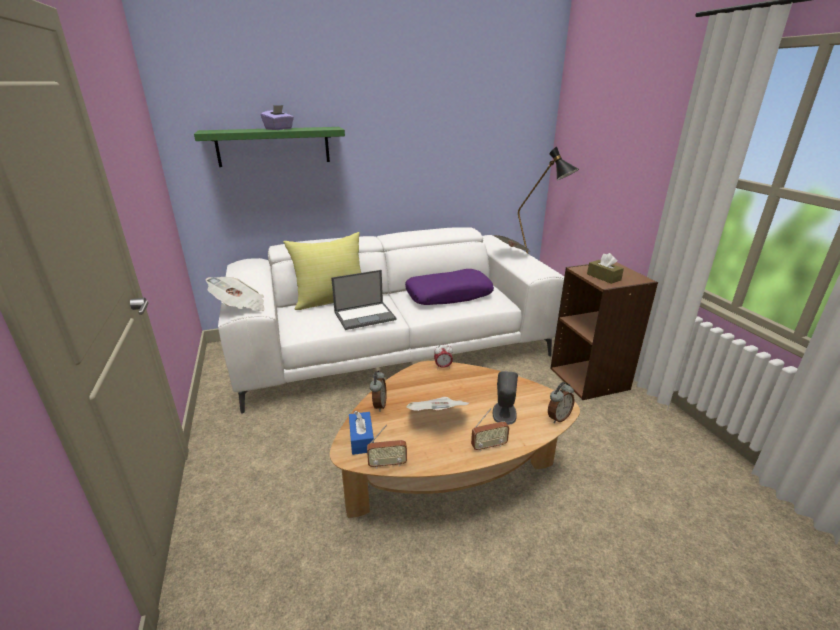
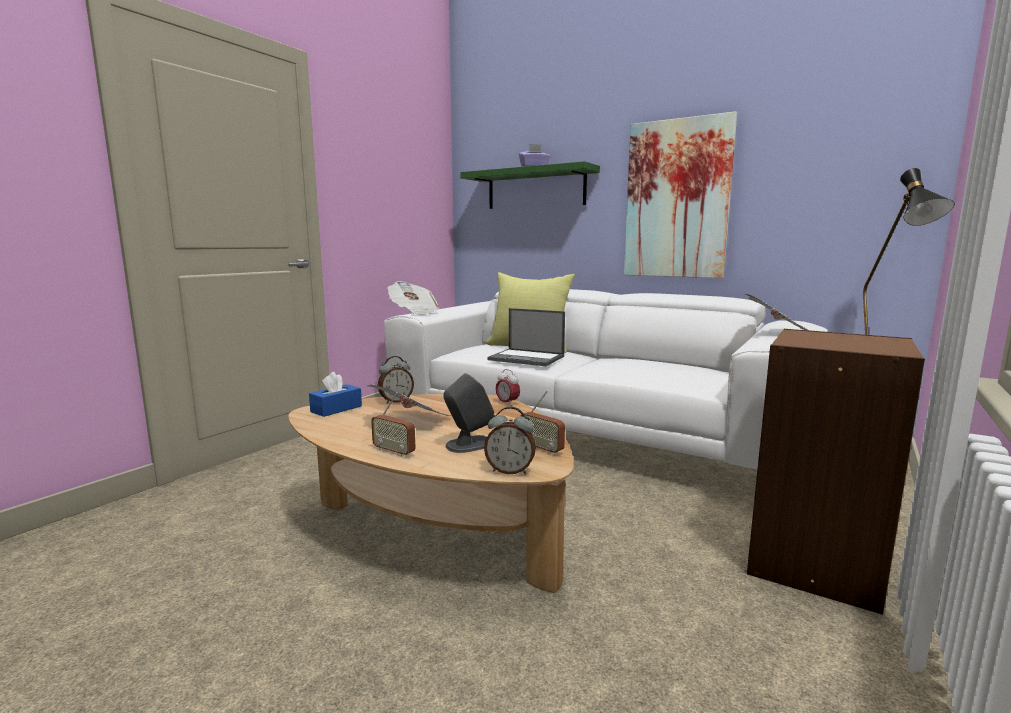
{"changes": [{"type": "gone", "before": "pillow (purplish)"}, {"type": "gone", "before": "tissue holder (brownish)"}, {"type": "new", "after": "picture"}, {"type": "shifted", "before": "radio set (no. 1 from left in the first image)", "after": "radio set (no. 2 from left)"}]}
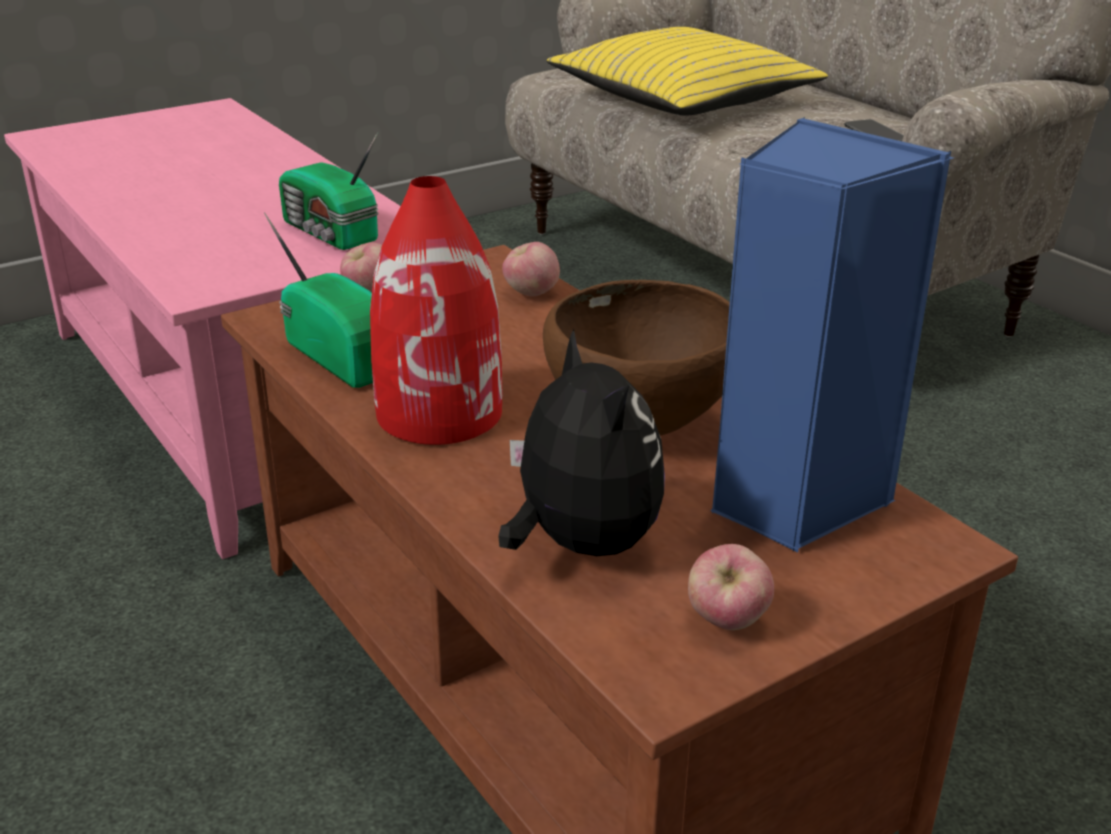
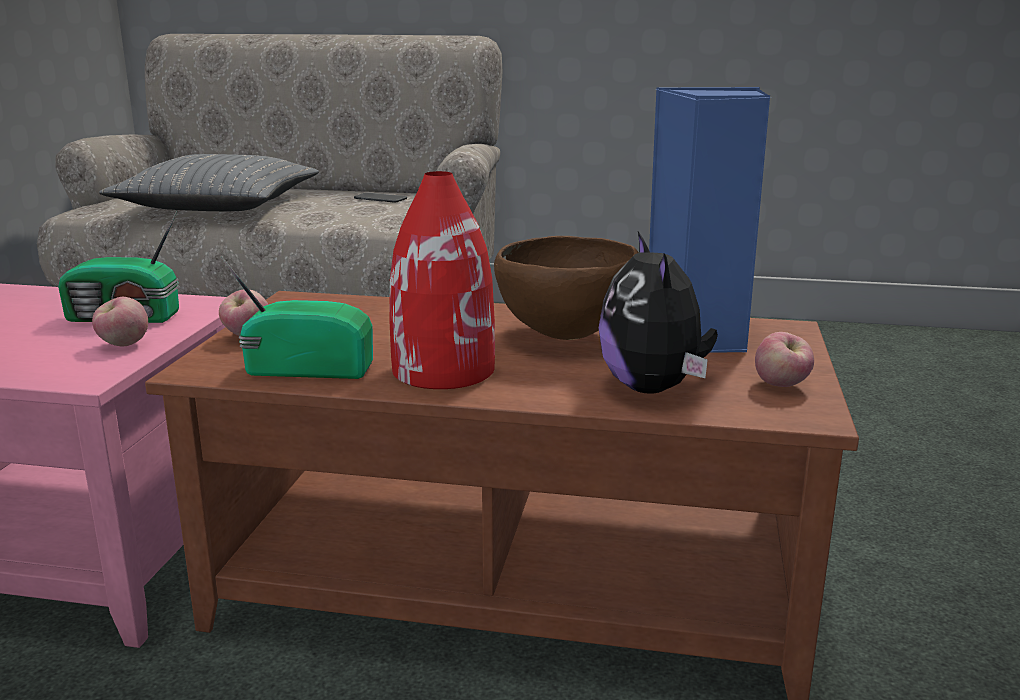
{"changes": [{"type": "shifted", "before": "apple (no. 2 from left in the first image)", "after": "apple (no. 1 from left)"}, {"type": "repainted", "before": "pillow (yellowish)", "after": "pillow (greyish)"}, {"type": "rotated", "before": "soft toy", "turn": -120}]}
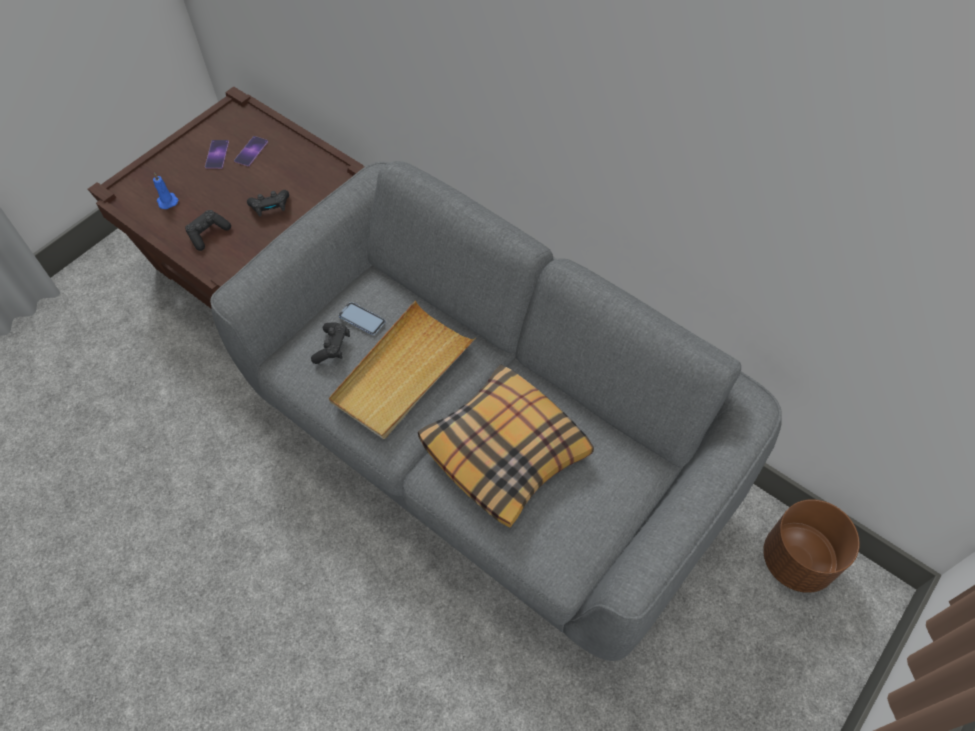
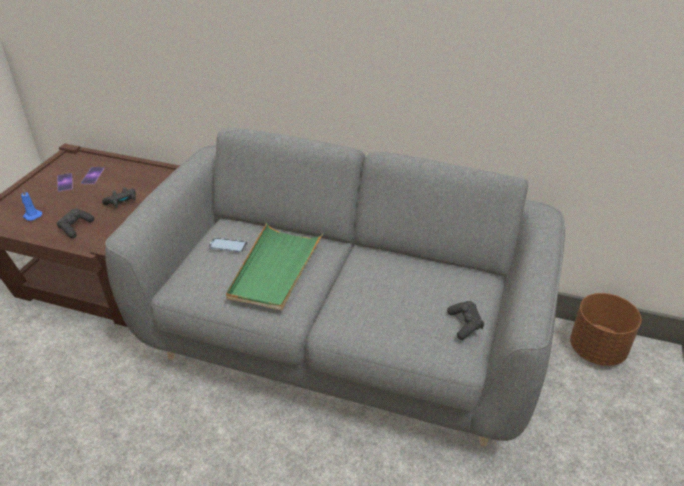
{"changes": [{"type": "gone", "before": "pillow"}, {"type": "shifted", "before": "game controller (black-coloured) (no. 3 from left)"}, {"type": "repainted", "before": "serving tray (beige)", "after": "serving tray (green-coloured)"}]}
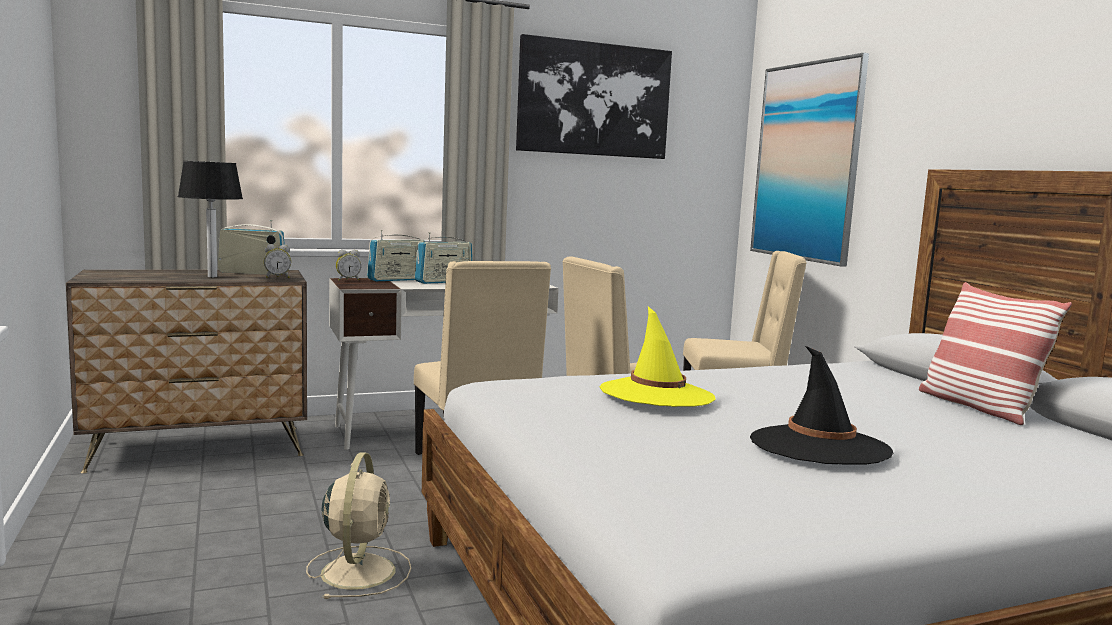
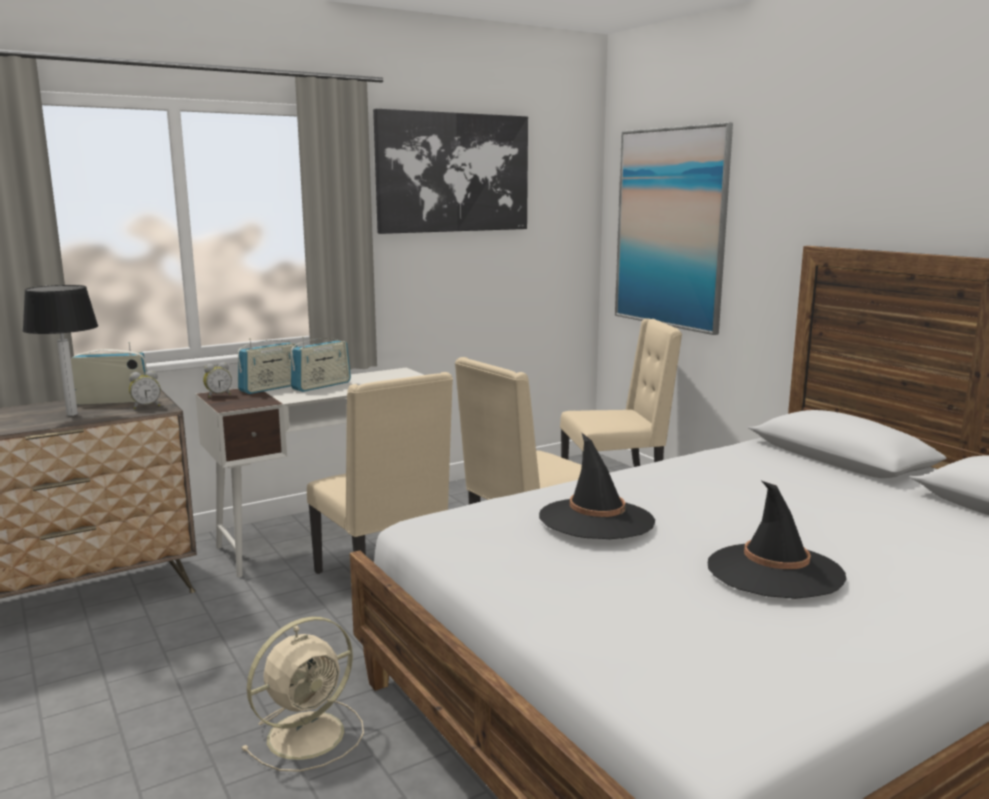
{"changes": [{"type": "gone", "before": "pillow"}, {"type": "repainted", "before": "hat (yellowish)", "after": "hat (black-coloured) (no. 1 from left)"}, {"type": "rotated", "before": "electric fan (beige)", "turn": 60}]}
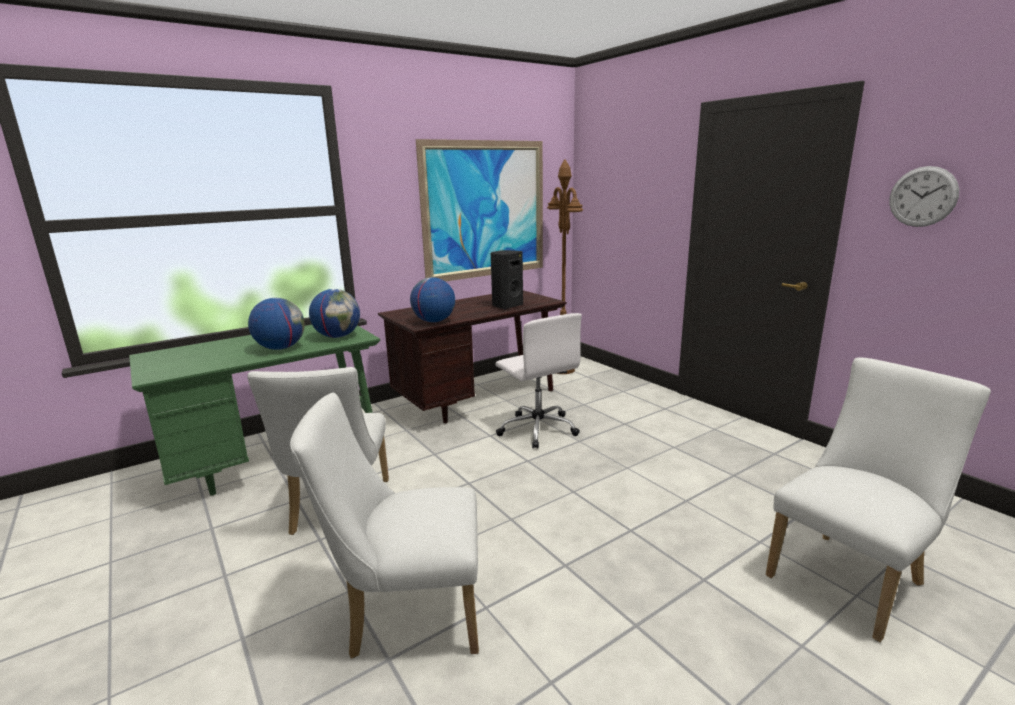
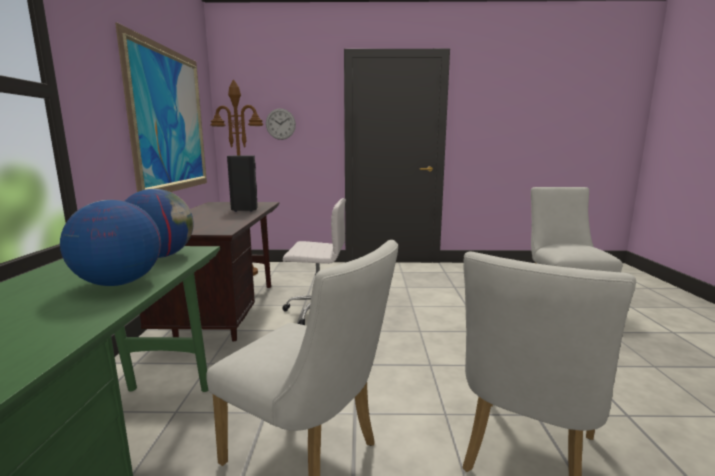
{"changes": [{"type": "gone", "before": "world globe (no. 3 from left)"}, {"type": "shifted", "before": "hanging clock"}]}
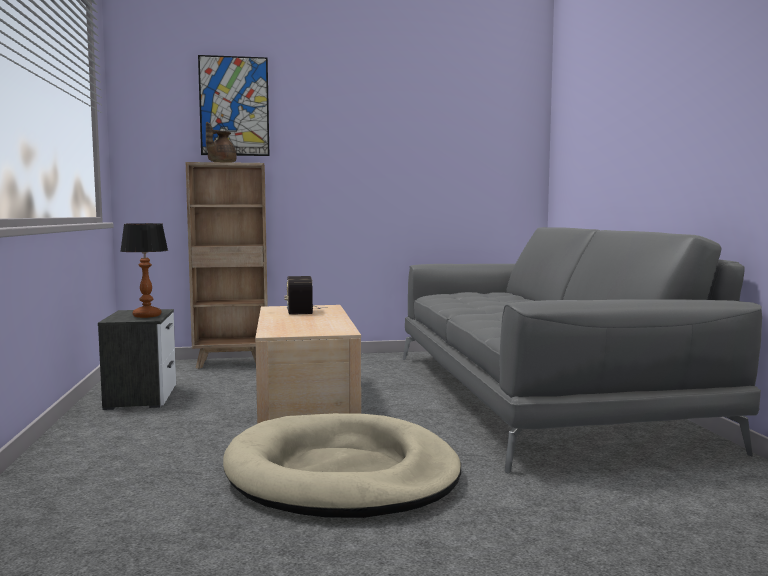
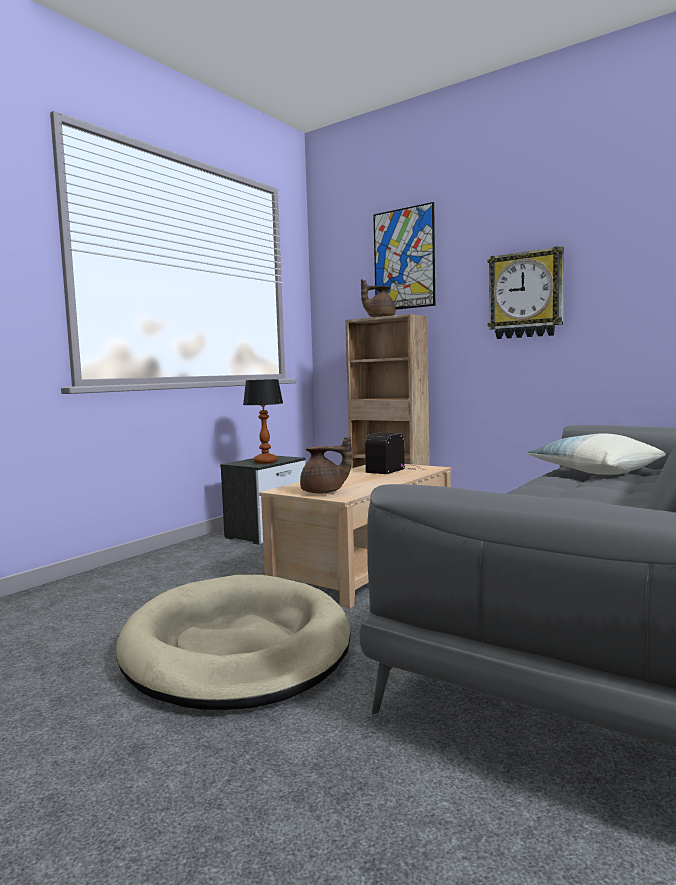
{"changes": [{"type": "new", "after": "tea pot (brownish) (no. 1 from left)"}, {"type": "new", "after": "hanging clock"}, {"type": "new", "after": "pillow"}]}
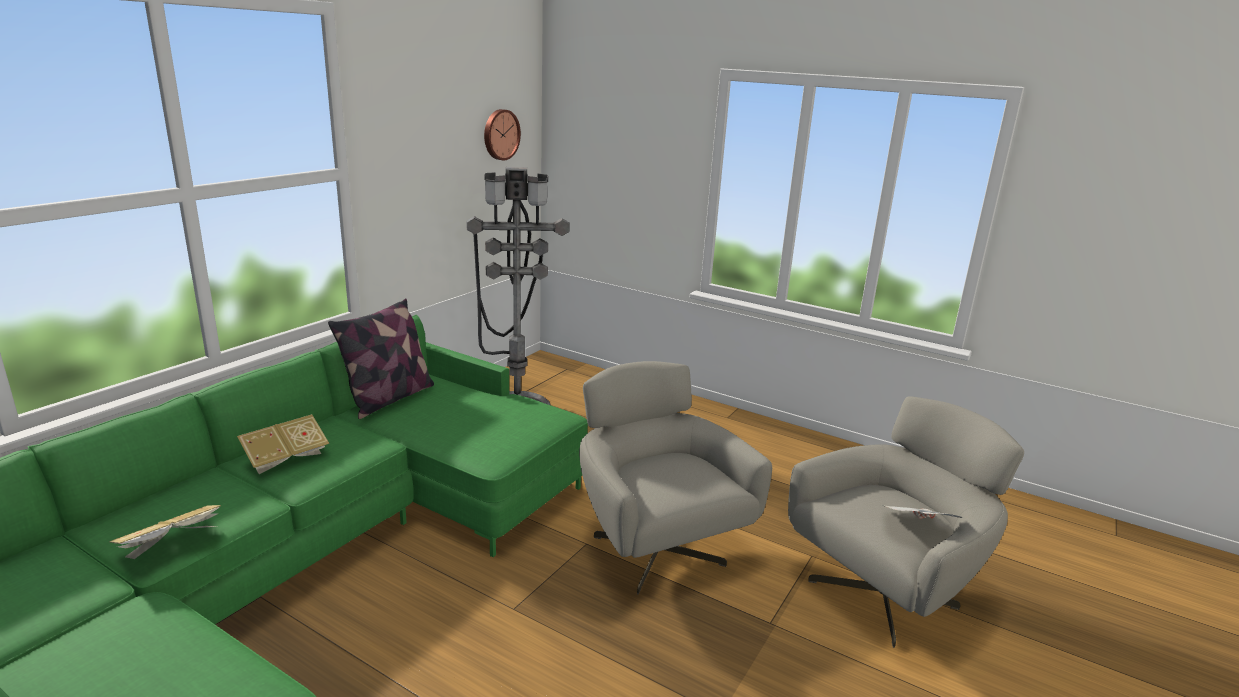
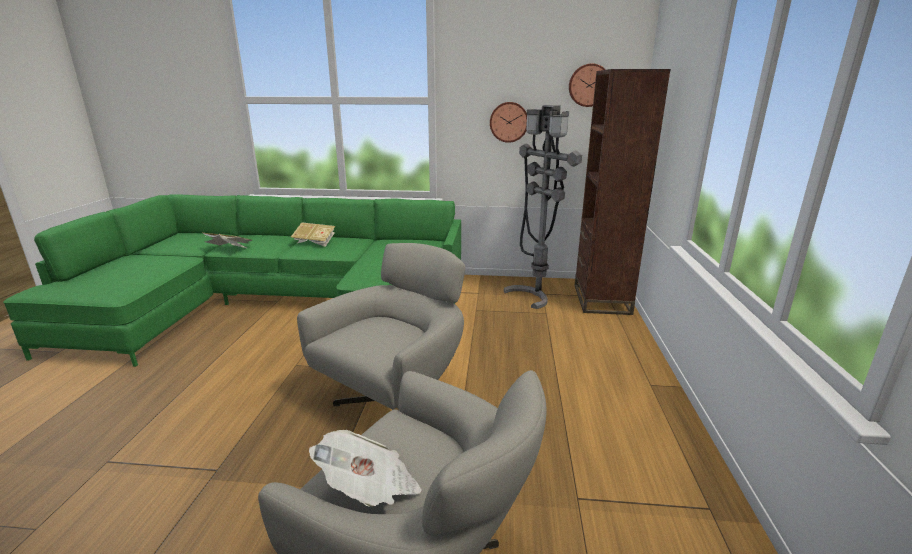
{"changes": [{"type": "gone", "before": "pillow"}, {"type": "new", "after": "hanging clock (no. 1 from left)"}, {"type": "new", "after": "shelving unit (brownish)"}]}
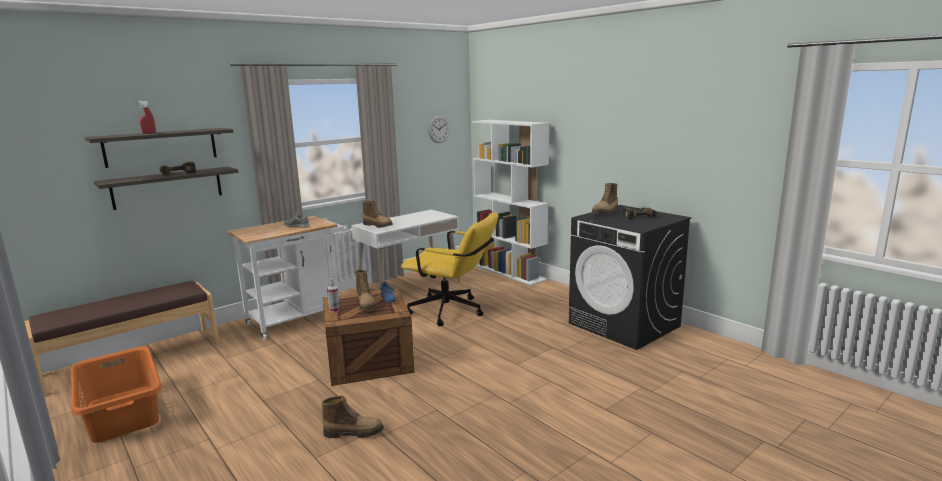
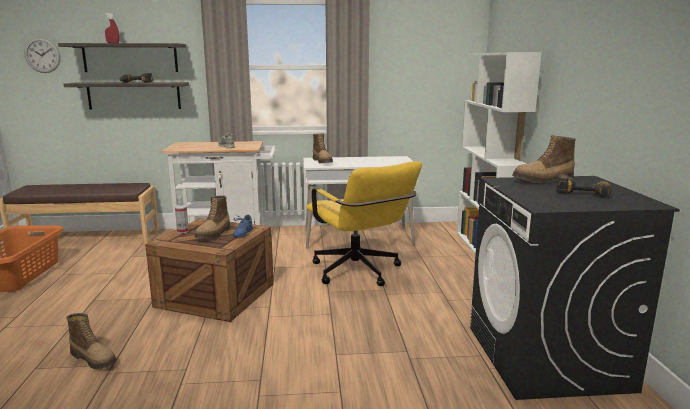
{"changes": [{"type": "shifted", "before": "hanging clock"}]}
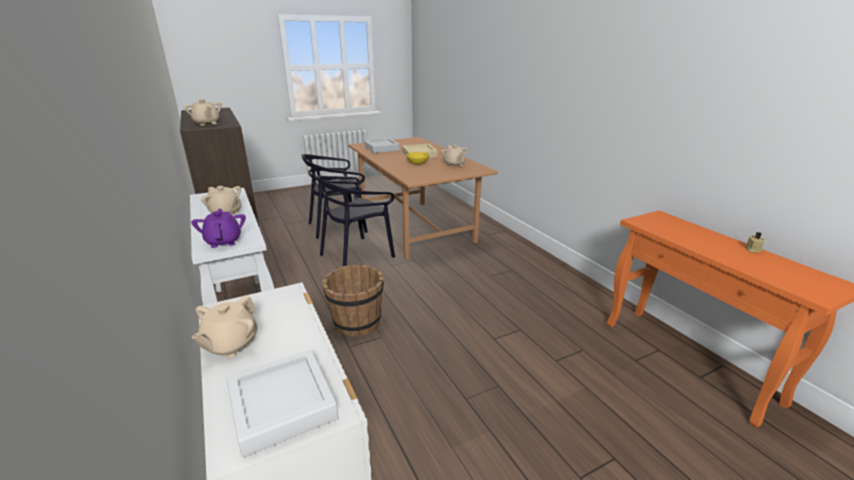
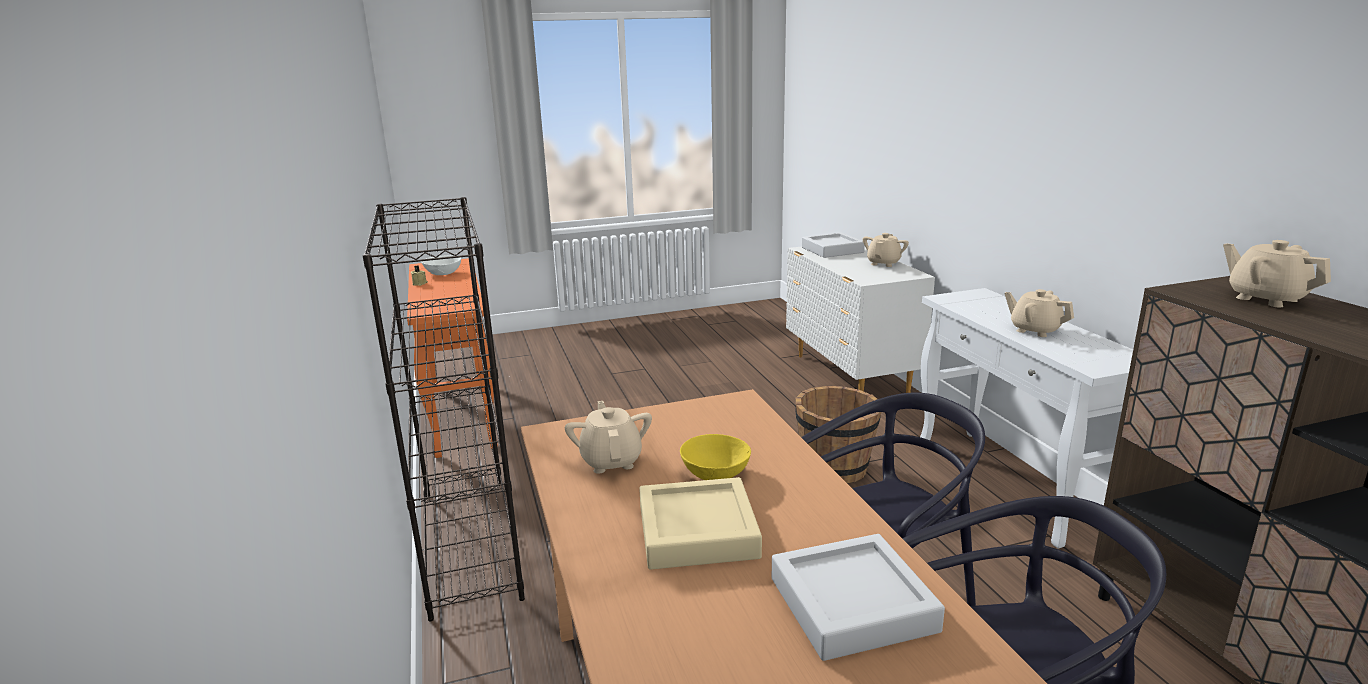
{"changes": [{"type": "gone", "before": "tea pot (purplish)"}, {"type": "new", "after": "shelving unit (black-coloured)"}, {"type": "new", "after": "serving bowl (white)"}]}
